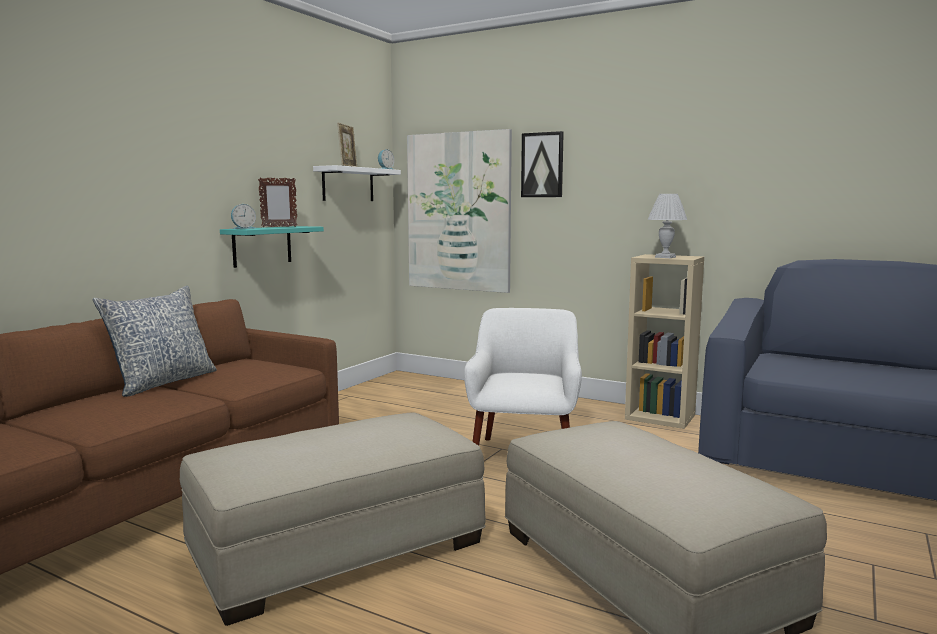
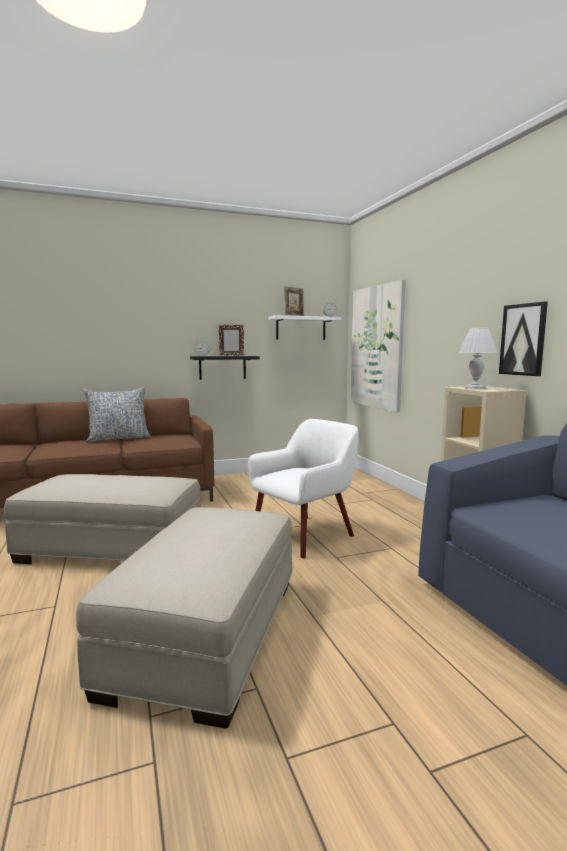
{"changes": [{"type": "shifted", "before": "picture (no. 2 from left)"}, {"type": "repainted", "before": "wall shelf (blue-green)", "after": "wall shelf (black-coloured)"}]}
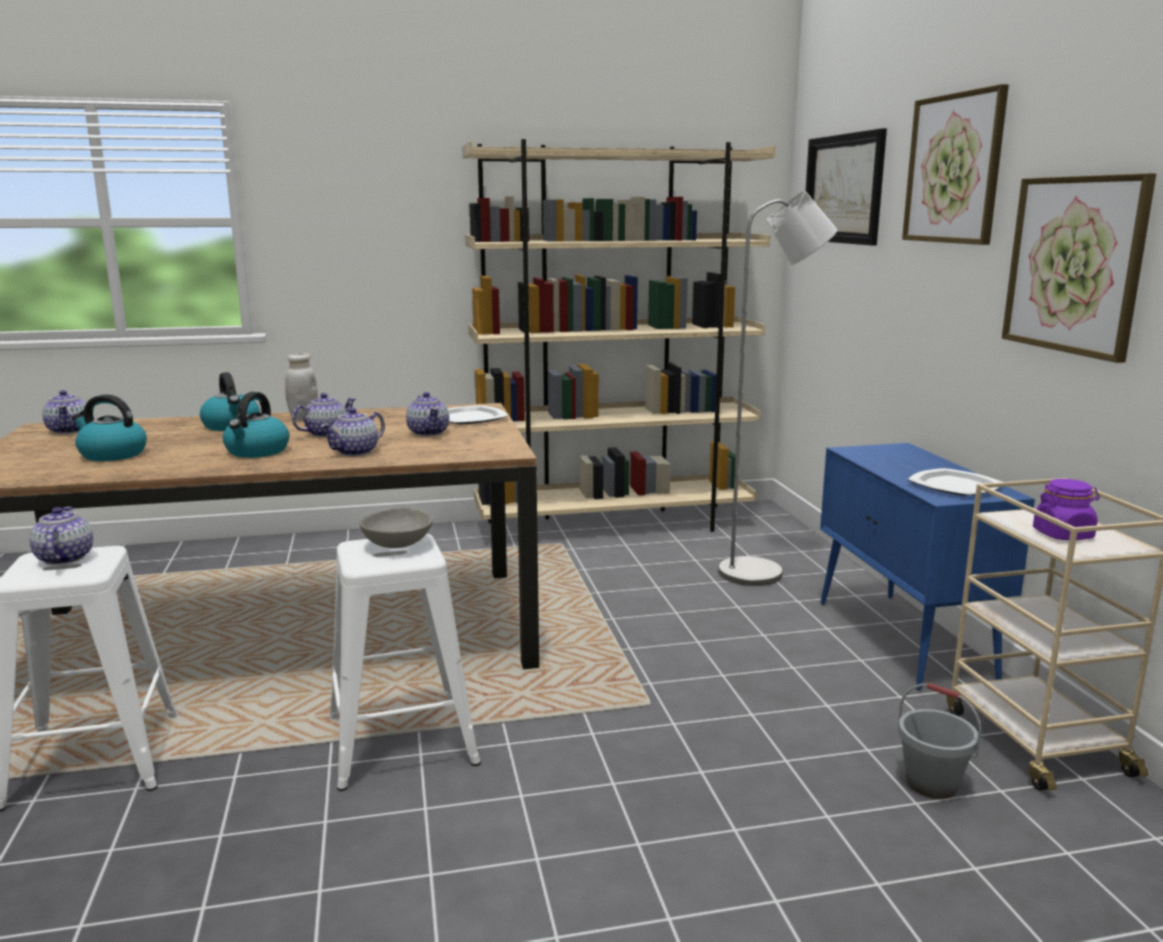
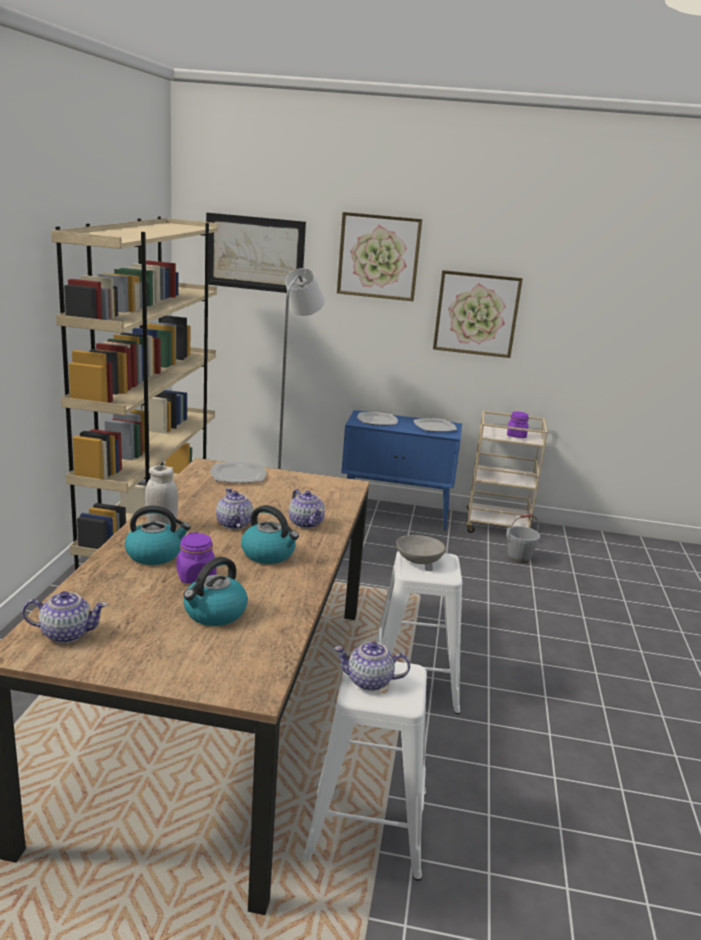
{"changes": [{"type": "gone", "before": "tea pot (no. 5 from left)"}, {"type": "new", "after": "storage jar (purplish) (no. 1 from left)"}, {"type": "new", "after": "plate (no. 2 from left)"}]}
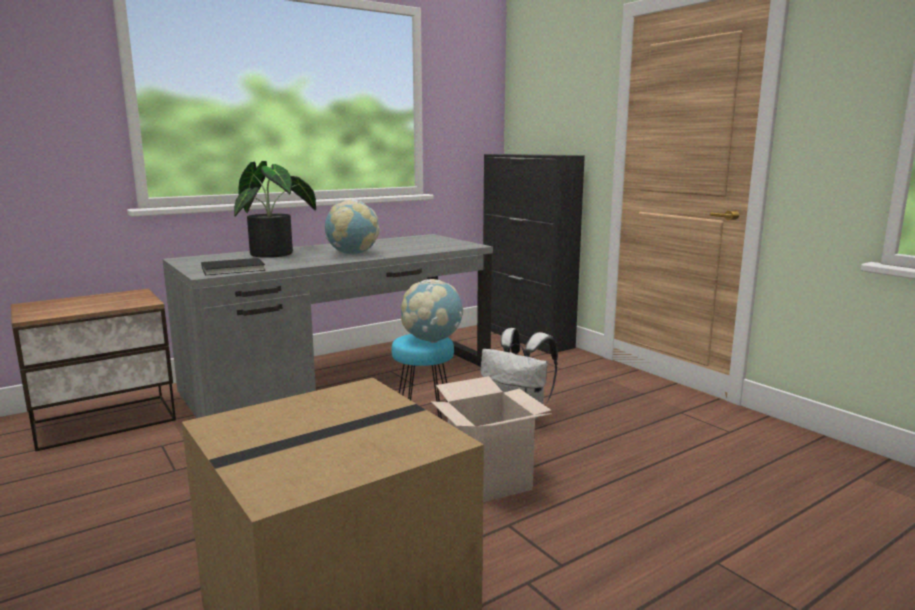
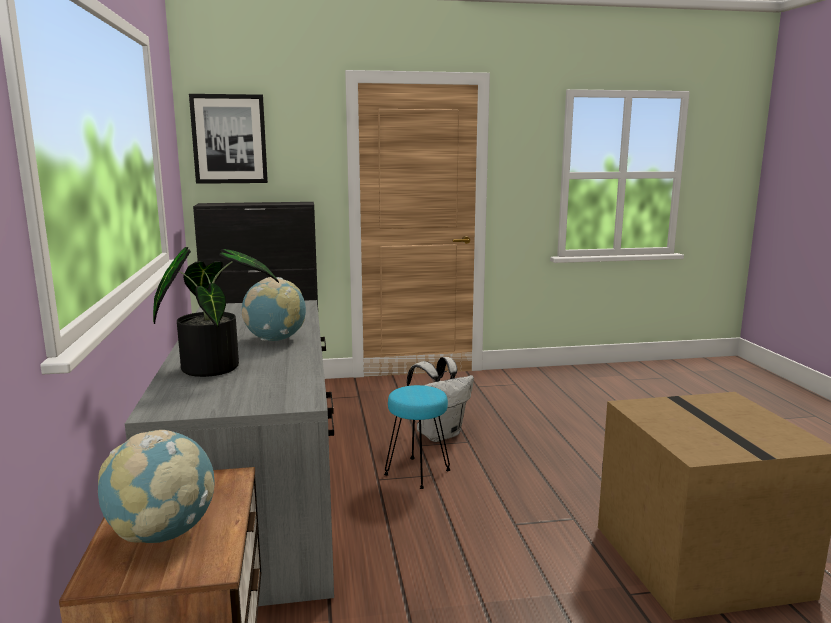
{"changes": [{"type": "gone", "before": "book (black-coloured)"}, {"type": "gone", "before": "packing box (no. 2 from left)"}, {"type": "new", "after": "picture"}, {"type": "shifted", "before": "world globe (no. 2 from left in the first image)", "after": "world globe (no. 1 from left)"}]}
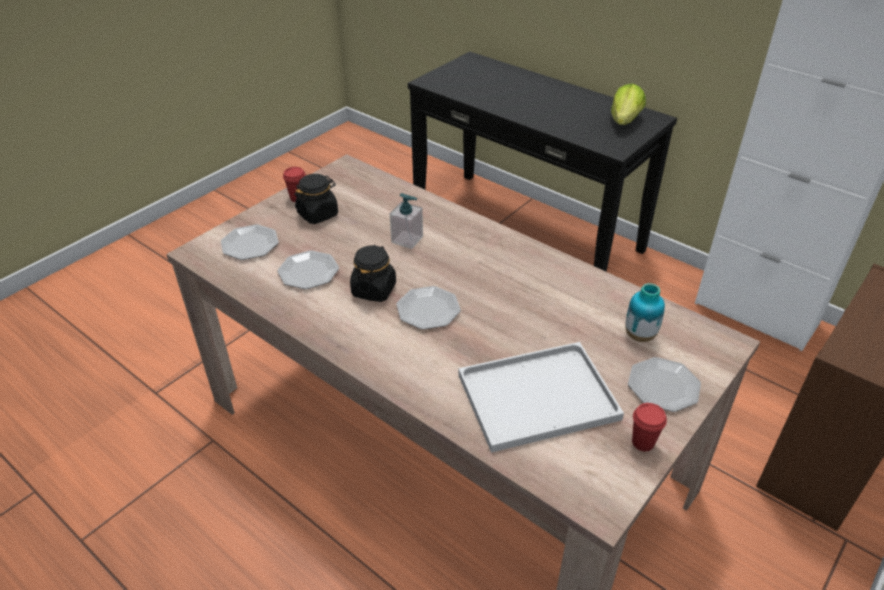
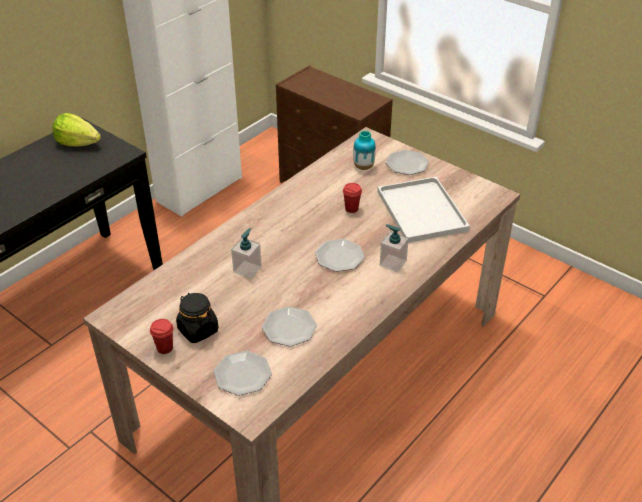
{"changes": [{"type": "gone", "before": "storage jar (black-coloured) (no. 2 from left)"}, {"type": "new", "after": "soap bottle (no. 2 from left)"}, {"type": "shifted", "before": "cup (red-coloured) (no. 2 from left)"}]}
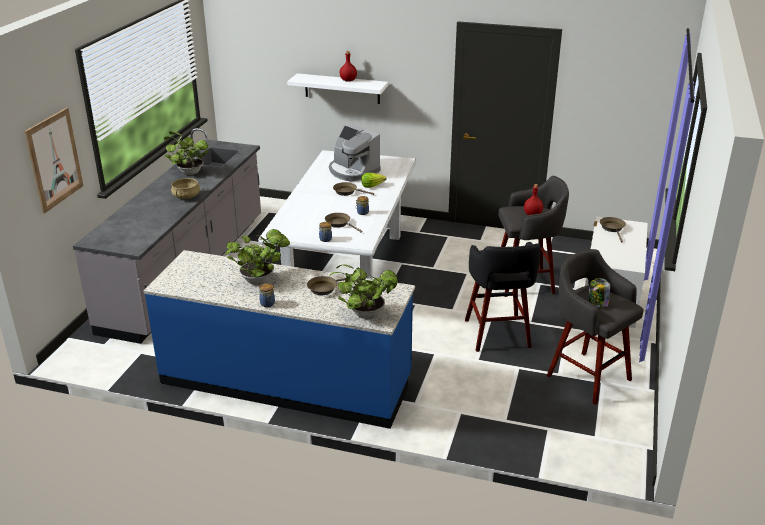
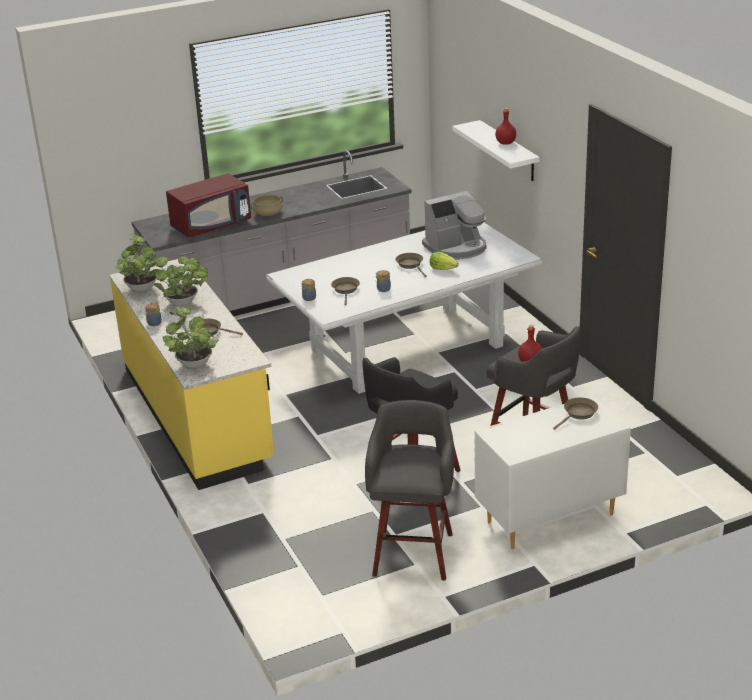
{"changes": [{"type": "gone", "before": "picture"}, {"type": "gone", "before": "storage jar (no. 4 from left)"}, {"type": "new", "after": "microwave (red-coloured)"}, {"type": "shifted", "before": "potted plant (no. 1 from left)"}, {"type": "repainted", "before": "counter (bluish)", "after": "counter (yellowish)"}, {"type": "rotated", "before": "coffee brewer", "turn": -120}]}
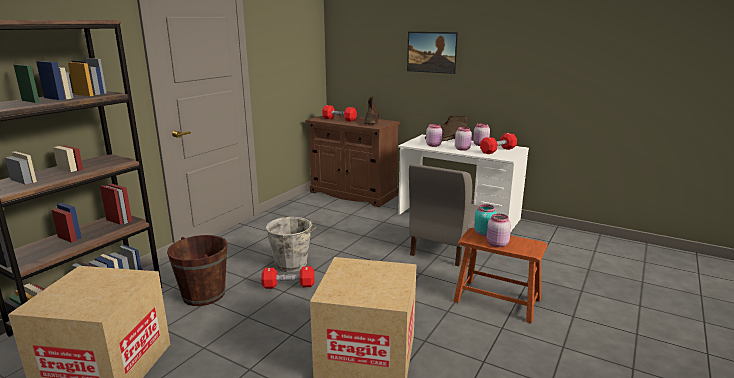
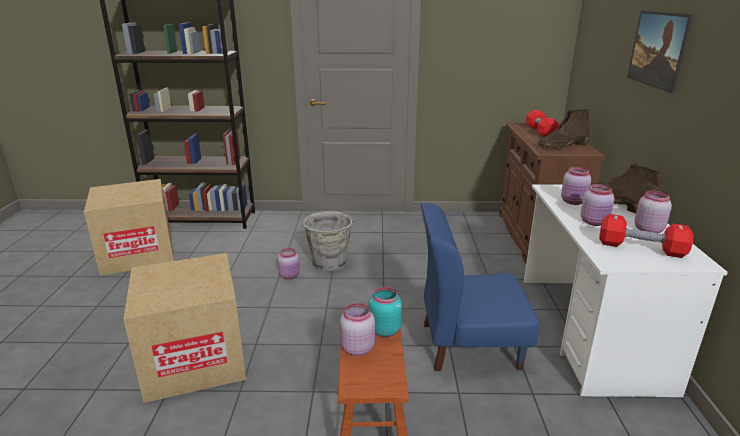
{"changes": [{"type": "gone", "before": "water bucket (brownish)"}, {"type": "swapped", "before": "free weight (red-coloured) (no. 1 from left)", "after": "storage jar (pinkish) (no. 1 from left)"}, {"type": "repainted", "before": "plain chair (greyish)", "after": "plain chair (bluish)"}]}
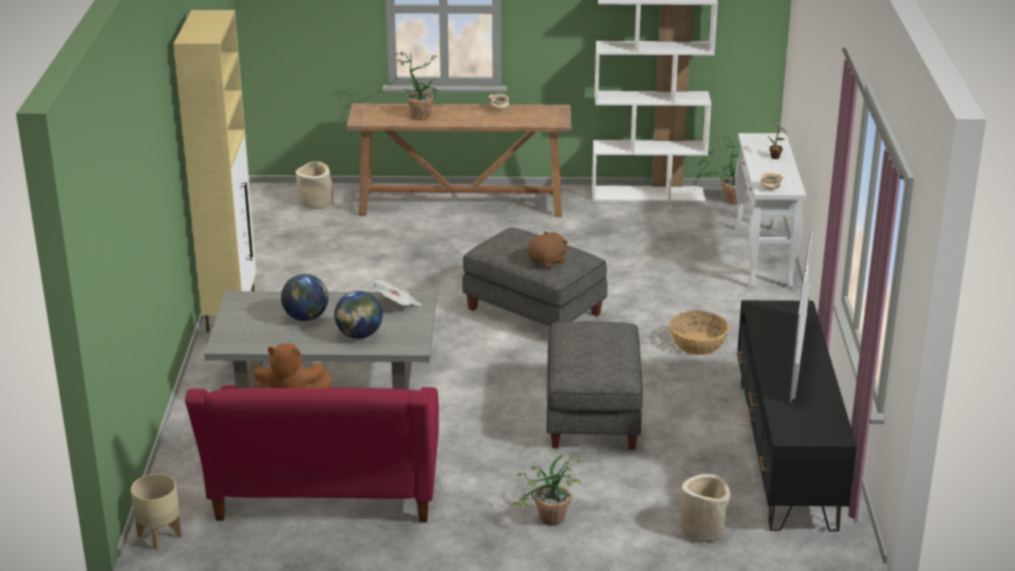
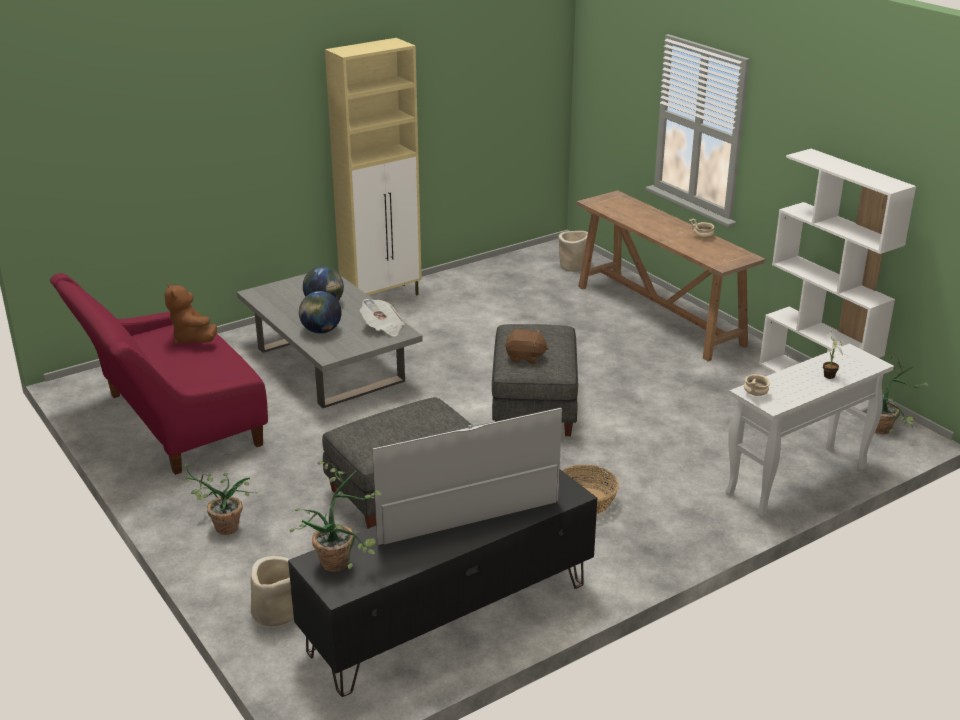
{"changes": [{"type": "gone", "before": "planter (beige) (no. 1 from left)"}, {"type": "shifted", "before": "potted plant (no. 1 from left in the first image)", "after": "potted plant (no. 2 from left)"}]}
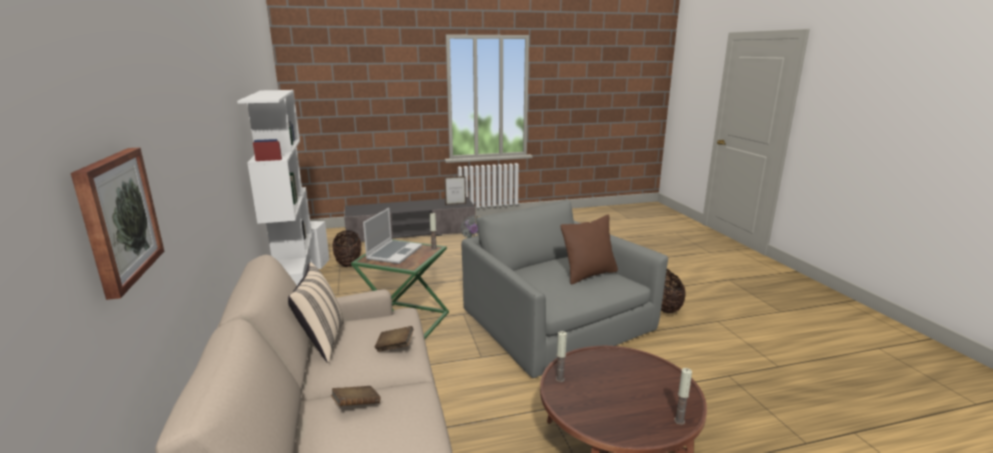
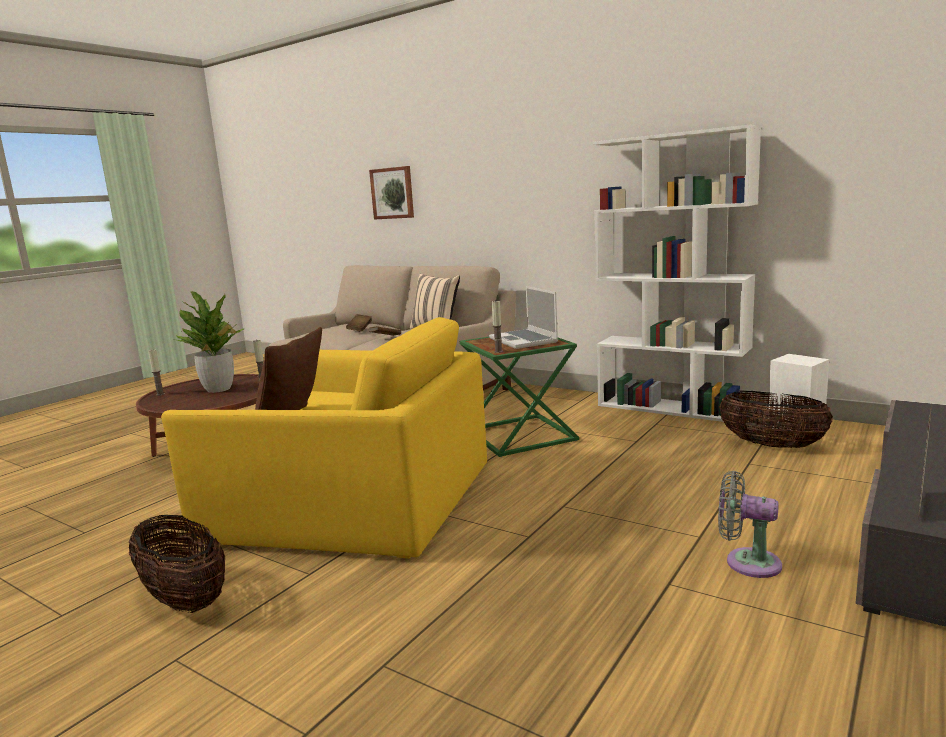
{"changes": [{"type": "new", "after": "potted plant"}, {"type": "repainted", "before": "easy chair (greyish)", "after": "easy chair (yellowish)"}]}
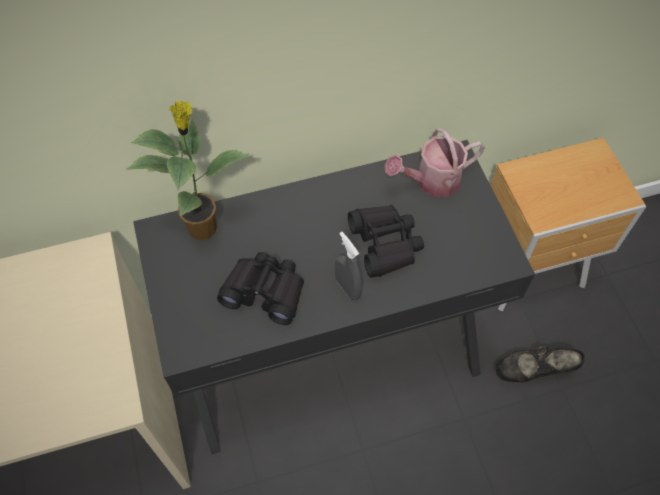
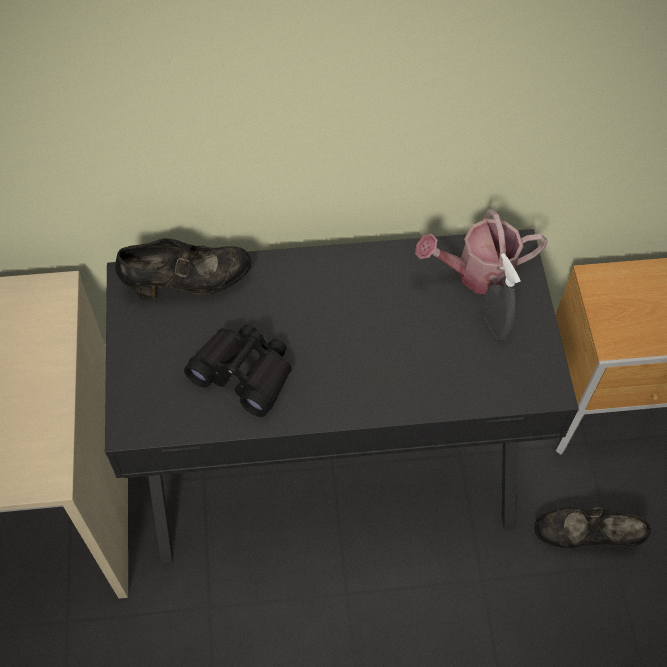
{"changes": [{"type": "gone", "before": "field glasses (black-coloured) (no. 2 from left)"}, {"type": "shifted", "before": "hand sprayer (greyish)"}, {"type": "swapped", "before": "potted plant", "after": "shoe (black-coloured) (no. 1 from left)"}]}
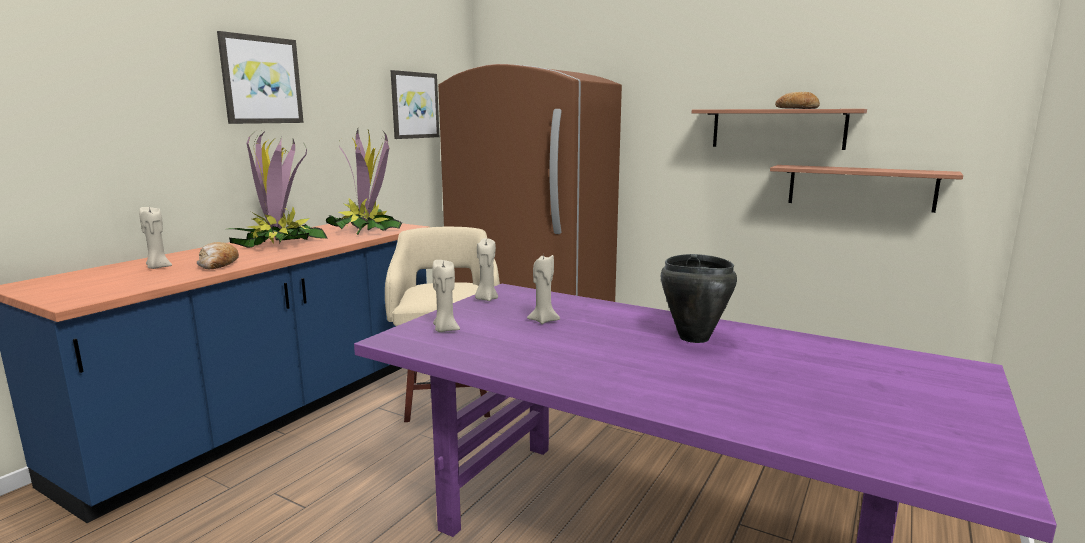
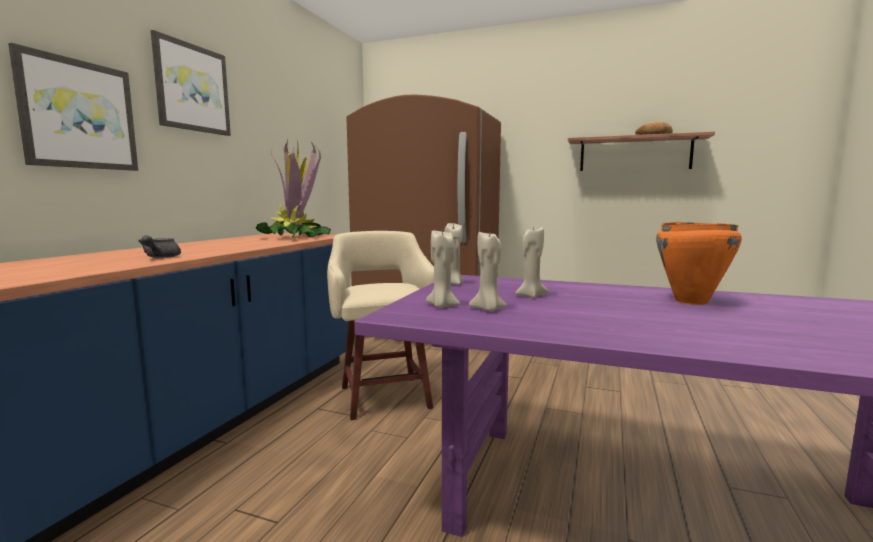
{"changes": [{"type": "gone", "before": "potted plant (no. 1 from left)"}, {"type": "gone", "before": "wall shelf (no. 2 from left)"}, {"type": "shifted", "before": "wax light (beige) (no. 1 from left in the first image)", "after": "wax light (beige) (no. 3 from left)"}, {"type": "shifted", "before": "picture (no. 2 from left in the first image)", "after": "picture (no. 1 from left)"}, {"type": "swapped", "before": "bread (no. 1 from left)", "after": "tea pot (greyish)"}, {"type": "repainted", "before": "saucepot (black-coloured)", "after": "saucepot (orange)"}]}
